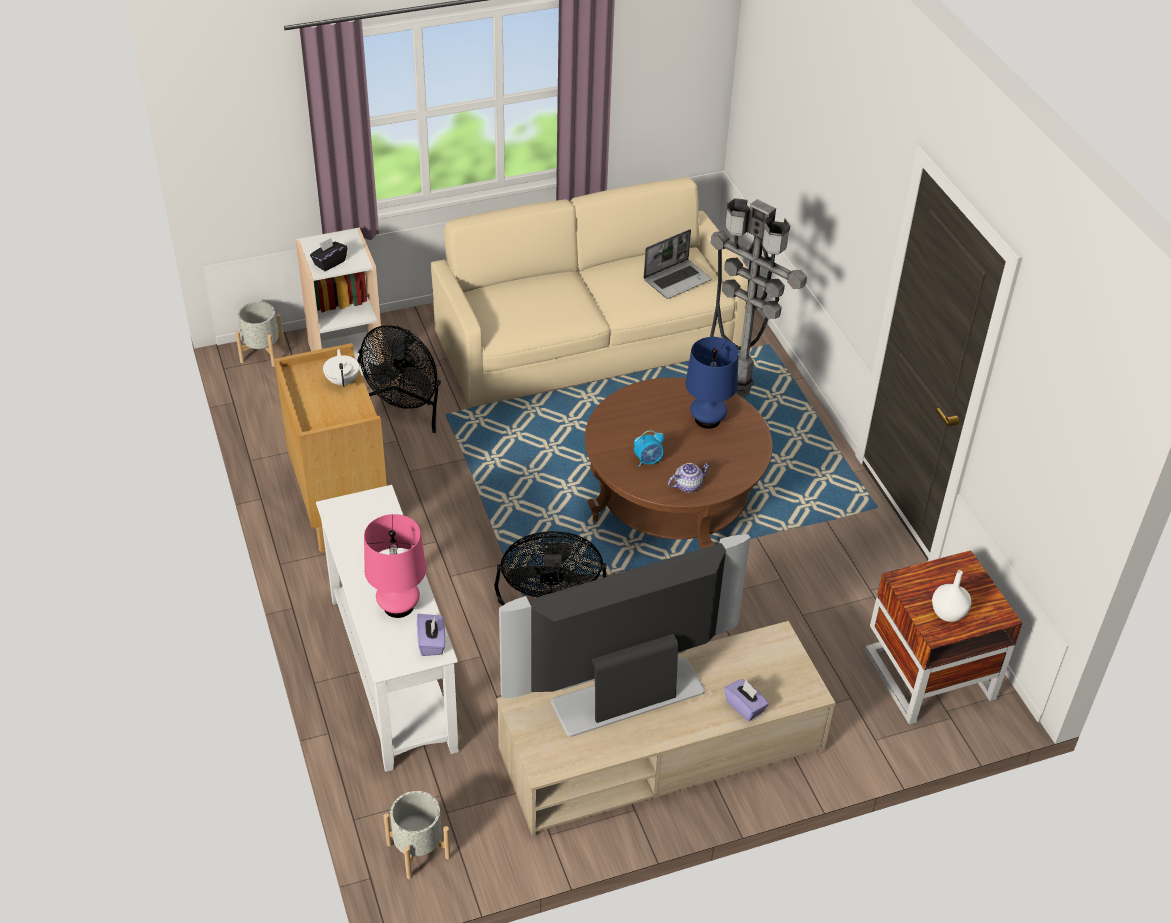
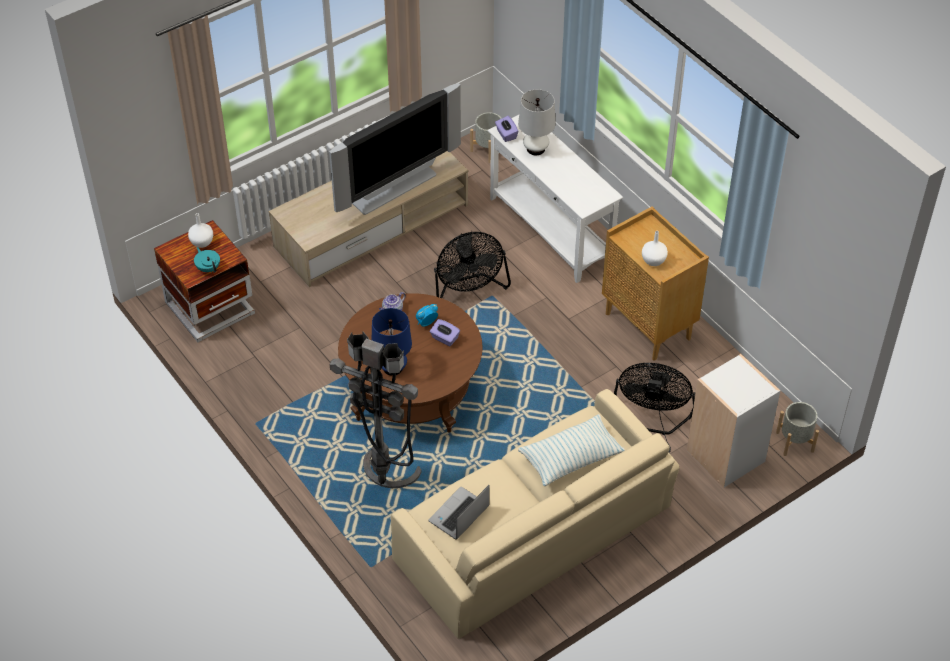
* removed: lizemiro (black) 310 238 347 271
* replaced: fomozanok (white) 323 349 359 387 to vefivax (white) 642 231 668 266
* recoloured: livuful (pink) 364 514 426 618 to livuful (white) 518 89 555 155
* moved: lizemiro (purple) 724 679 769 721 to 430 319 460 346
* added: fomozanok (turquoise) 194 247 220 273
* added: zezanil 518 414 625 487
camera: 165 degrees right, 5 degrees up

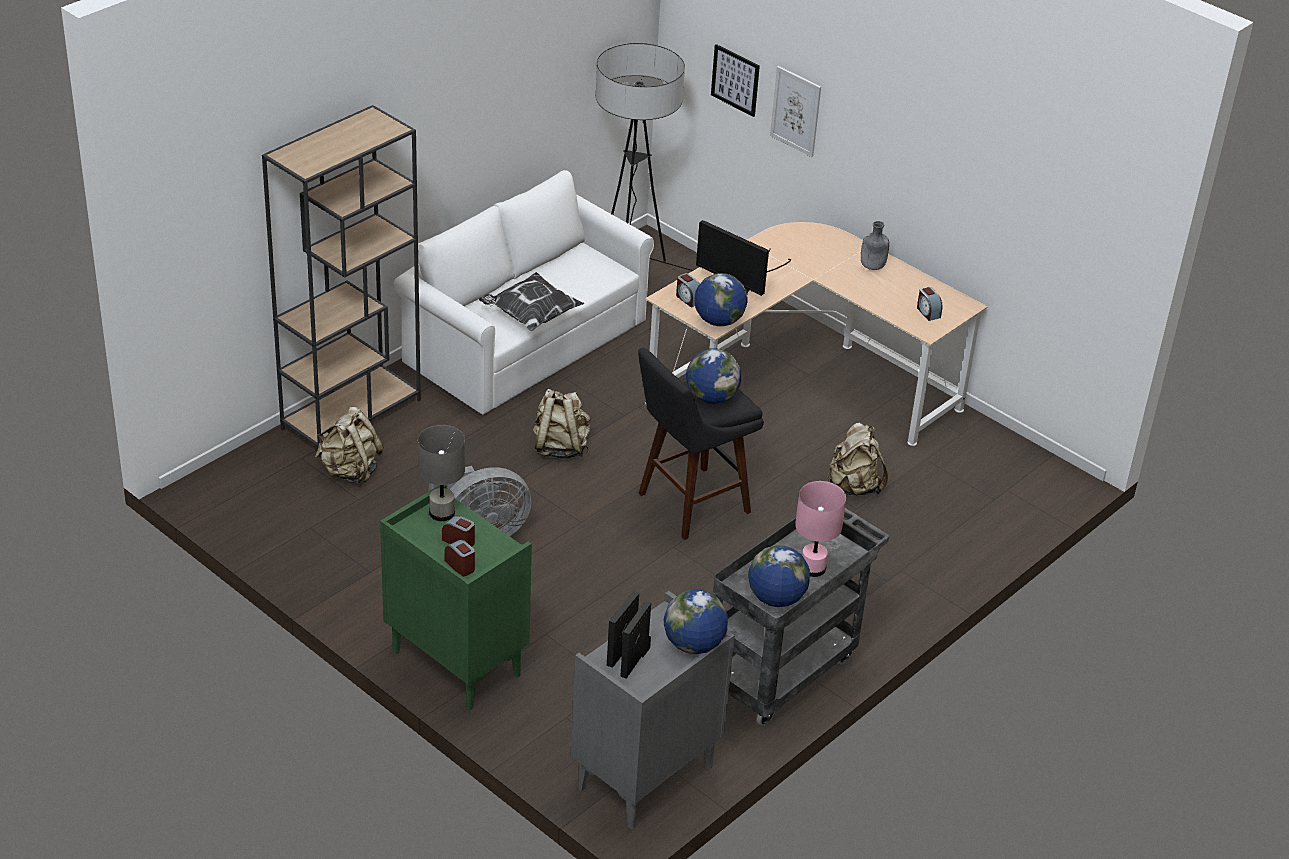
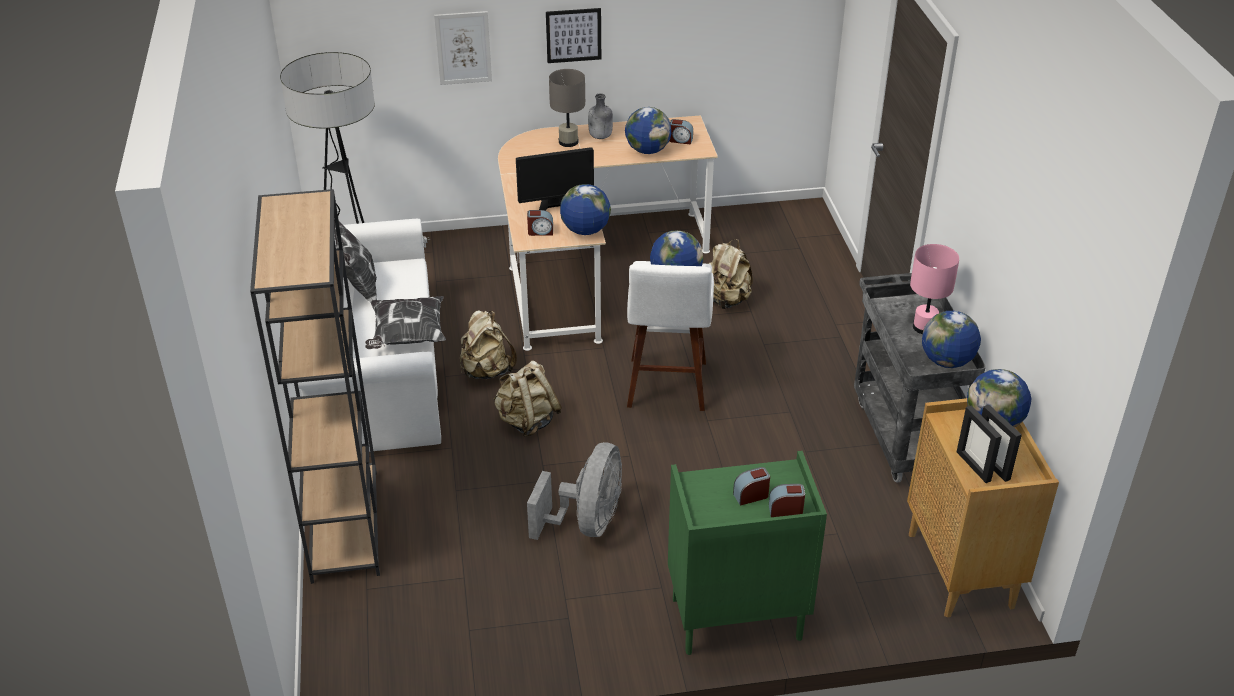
* moved: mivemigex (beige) 315 407 384 485 to 460 310 517 379
* moved: livuful (grey) 418 425 465 521 to 549 69 585 147
* recoloured: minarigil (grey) 571 590 735 829 to minarigil (brown) 907 398 1059 617
* recoloured: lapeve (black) 638 348 764 540 to lapeve (white) 627 261 714 411
* moved: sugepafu 711 44 760 117 to 546 8 601 63
* added: zezanil 334 219 377 303
* added: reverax 625 107 671 154
camera: 50 degrees left, 0 degrees up

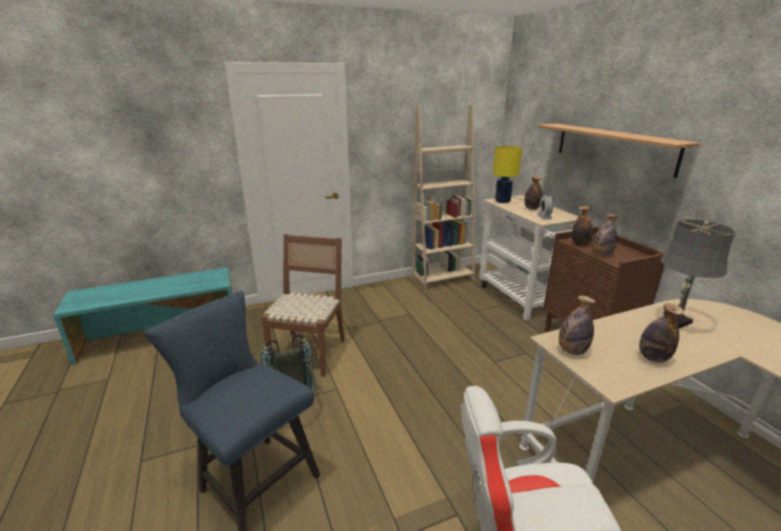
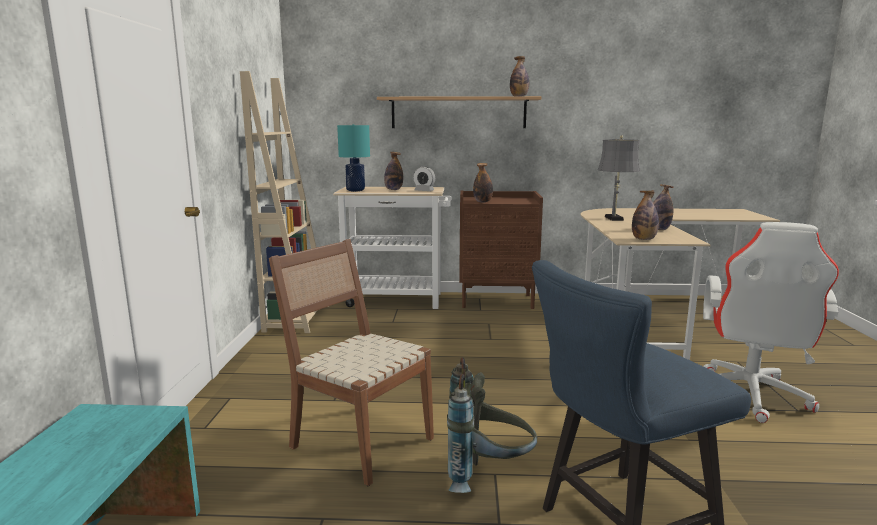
* recoloured: livuful (yellow) 493 146 522 203 to livuful (turquoise) 337 124 370 192
* moved: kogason 592 214 618 256 to 510 56 529 96
camera: 65 degrees left, 10 degrees down

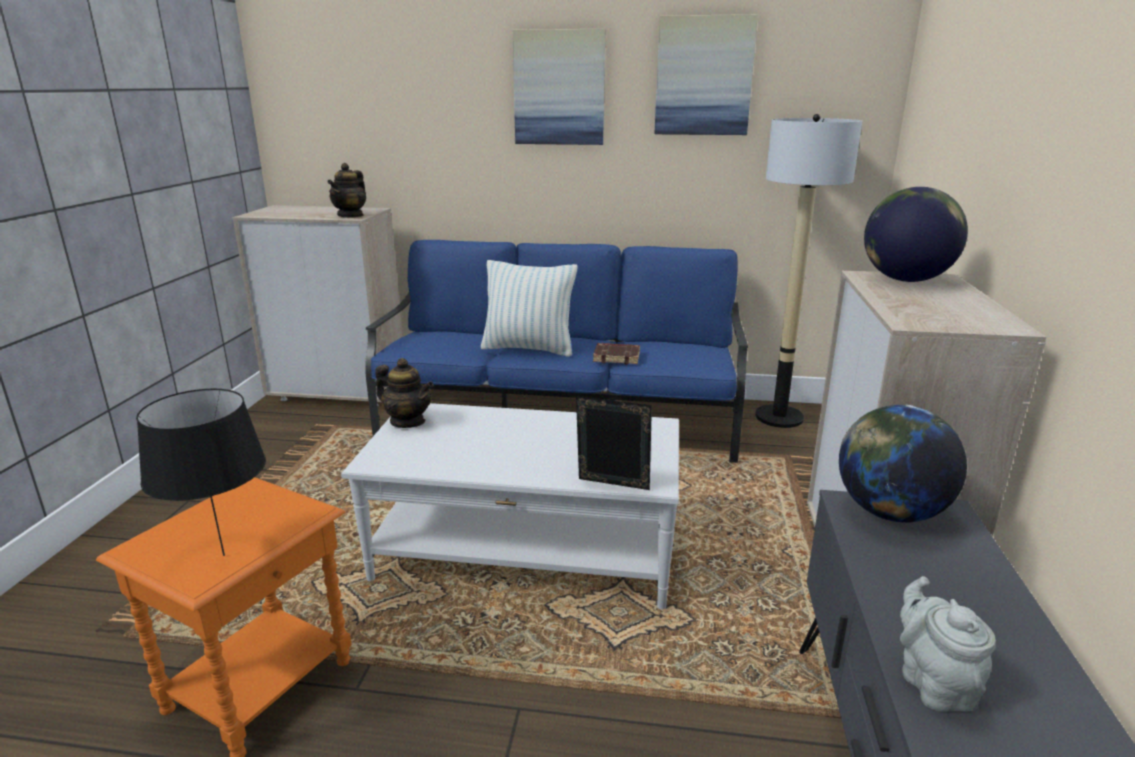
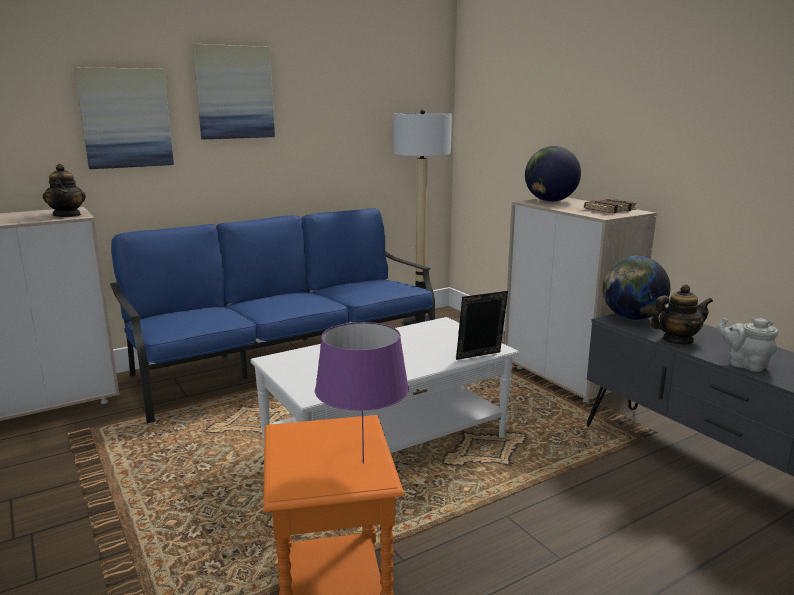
* recoloured: livuful (black) 136 389 266 556 to livuful (purple) 315 322 409 464
* moved: fomozanok 375 358 433 428 to 650 285 713 344
* removed: zezanil 481 260 577 357
* moved: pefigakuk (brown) 593 343 640 365 to 584 199 637 213
* moved: sugepafu 654 14 758 135 to 74 67 174 169
camera: 40 degrees left, 5 degrees down

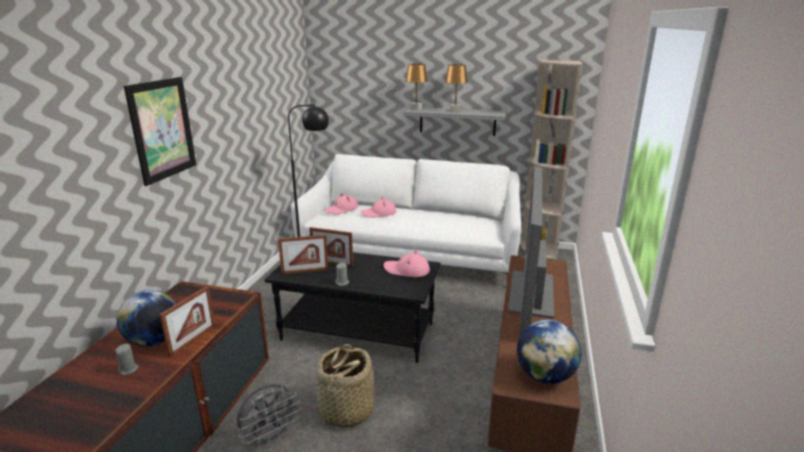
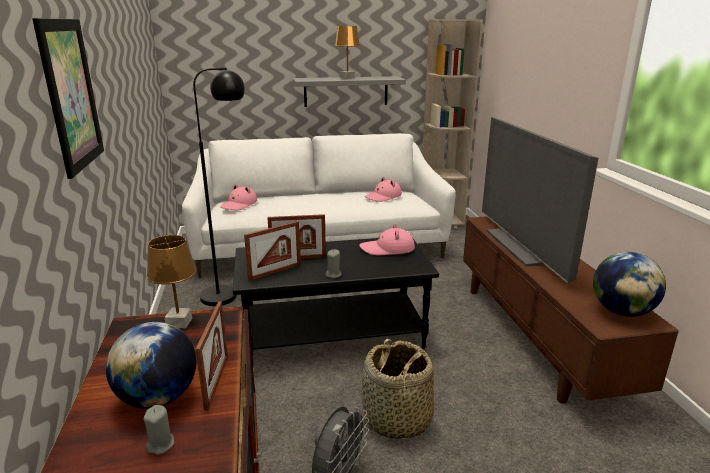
* moved: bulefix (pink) 360 196 397 218 to 364 177 402 202
* moved: livuful (brown) 405 64 428 110 to 147 235 196 328
camera: 25 degrees left, 0 degrees up

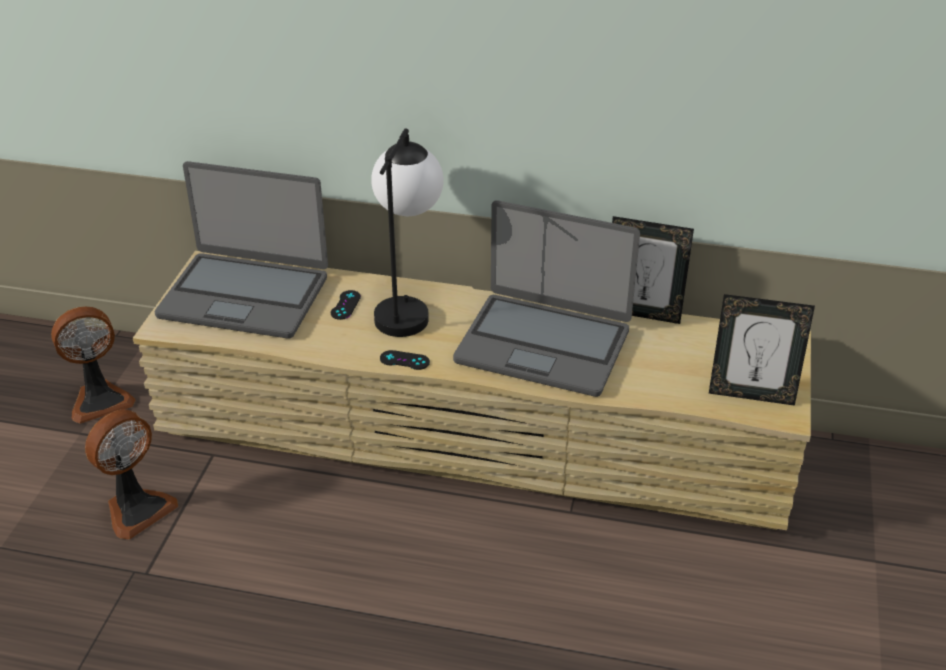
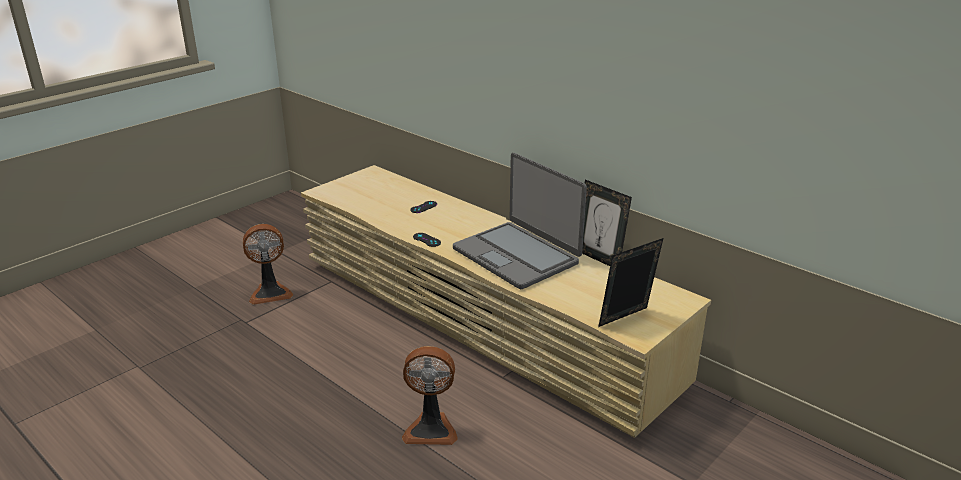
* moved: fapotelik 51 307 135 424 to 402 346 458 445
* removed: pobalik 155 161 328 339
* removed: livuful 371 129 444 337
* turned: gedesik 709 294 815 406 = 598 238 663 327 105 degrees clockwise
camera: 30 degrees right, 10 degrees down

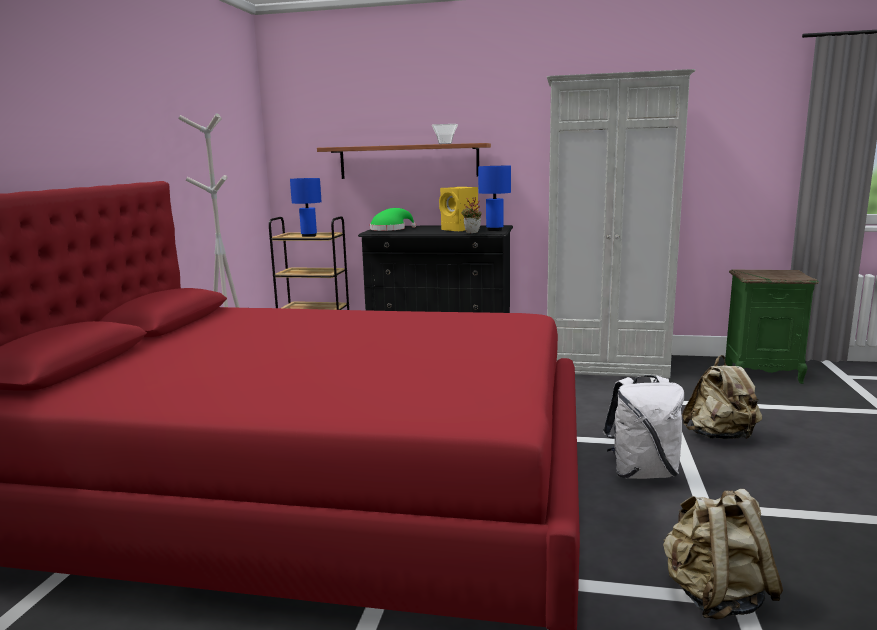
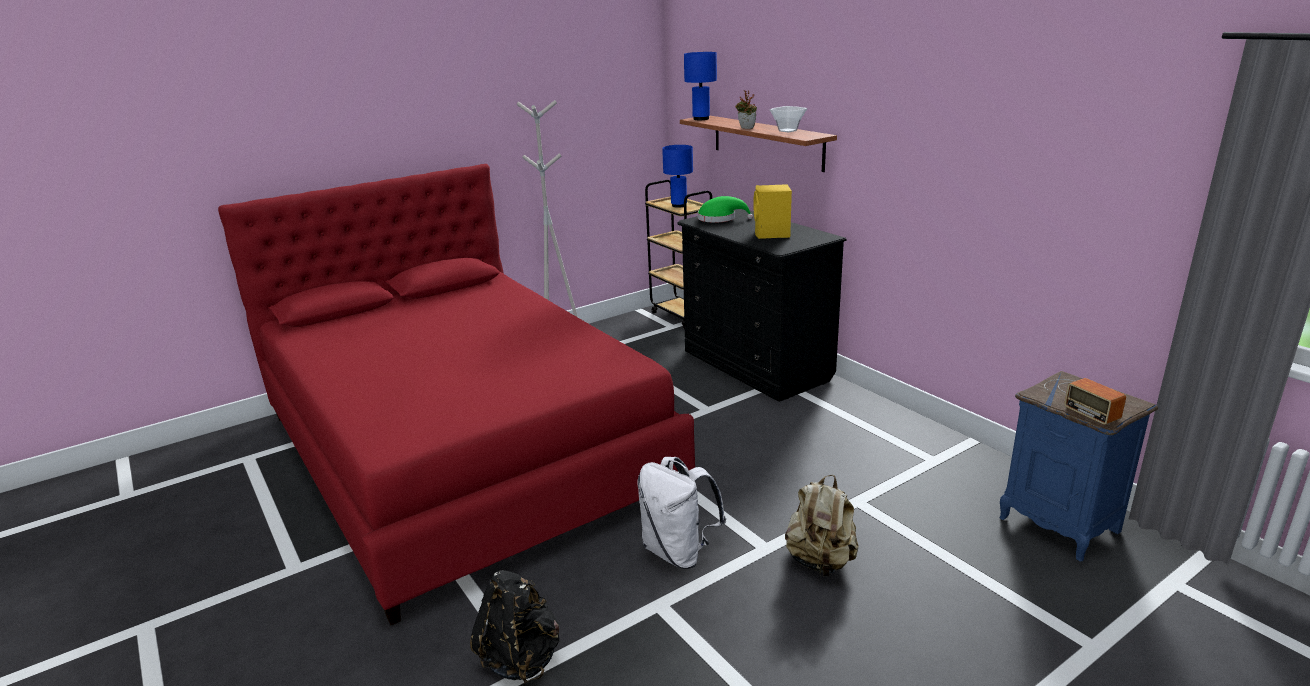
* moved: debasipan 461 197 482 233 to 735 90 757 129
* moved: livuful (blue) 478 166 511 231 to 684 52 717 120
* removed: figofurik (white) 547 69 696 378
* recoloured: mivemigex (beige) 663 489 783 620 to mivemigex (black) 470 570 559 684
* recoloured: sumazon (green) 725 270 819 384 to sumazon (blue) 999 371 1158 562
* added: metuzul 1044 378 1126 425
camera: 45 degrees right, 10 degrees up

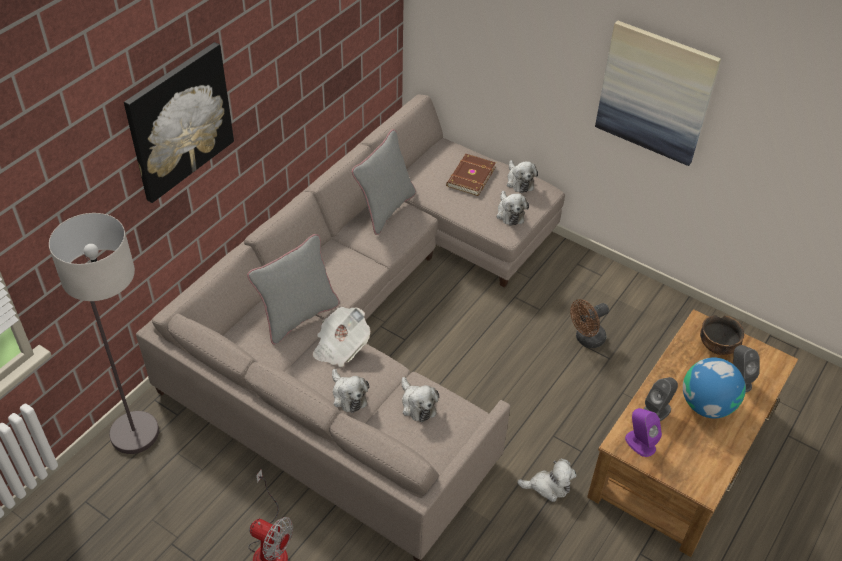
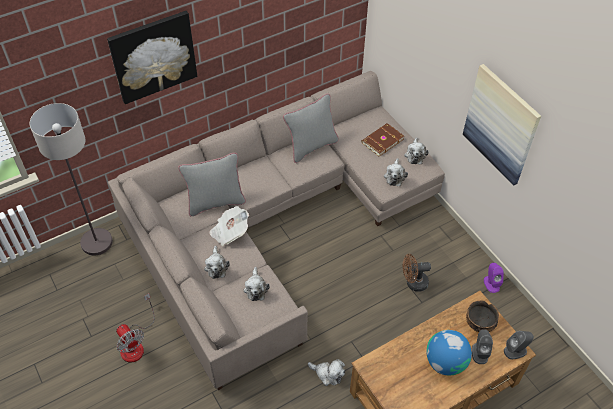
* moved: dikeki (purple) 625 408 662 457 to 484 263 504 293
* moved: dikeki (grey) 644 377 678 421 to 504 331 534 359
camera: 25 degrees right, 5 degrees up

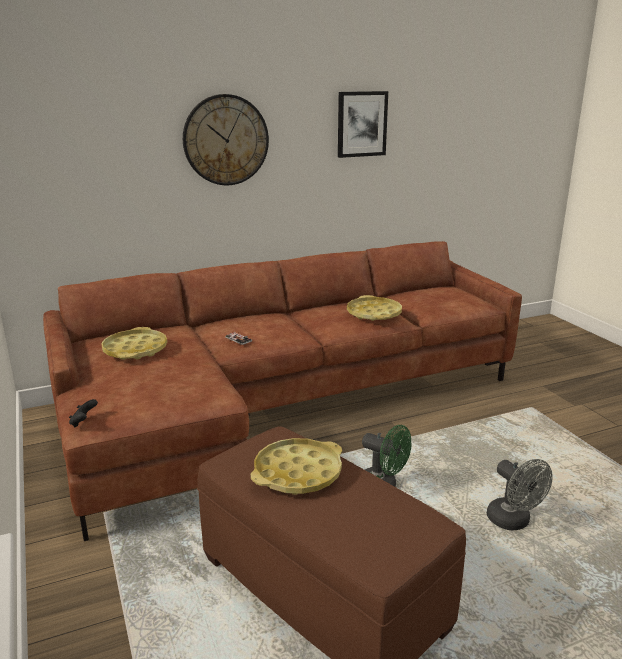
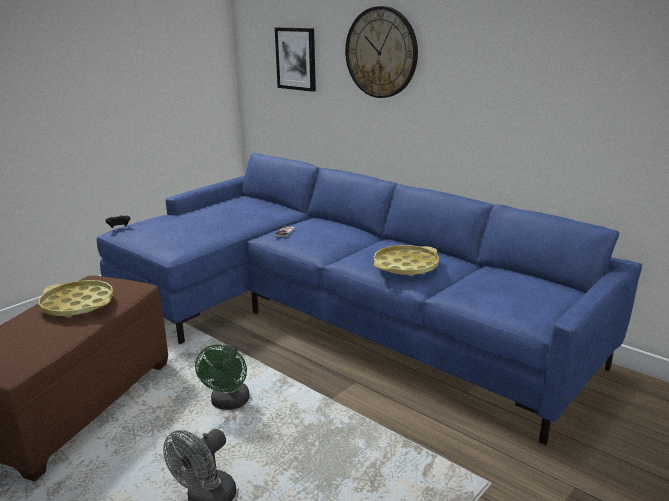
* recoloured: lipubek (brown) 43 241 522 541 to lipubek (blue) 97 153 642 445
* removed: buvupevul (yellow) 101 327 167 360
* moved: sugepafu 338 91 388 158 to 275 27 316 92
camera: 65 degrees right, 0 degrees up

